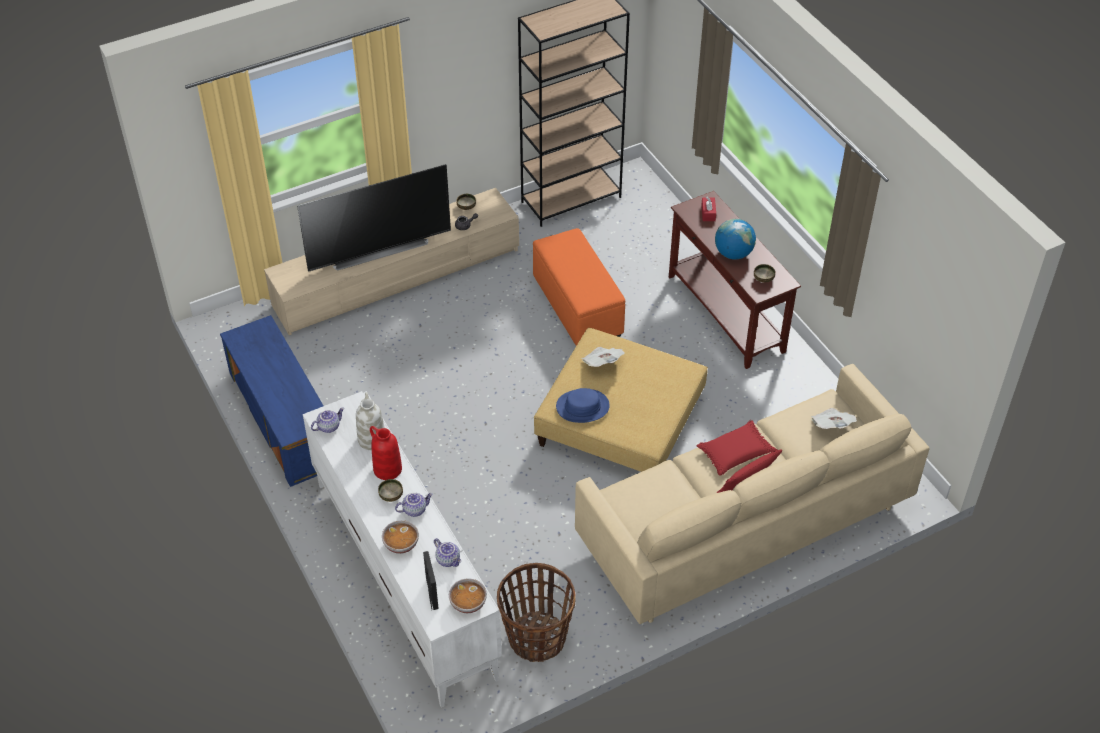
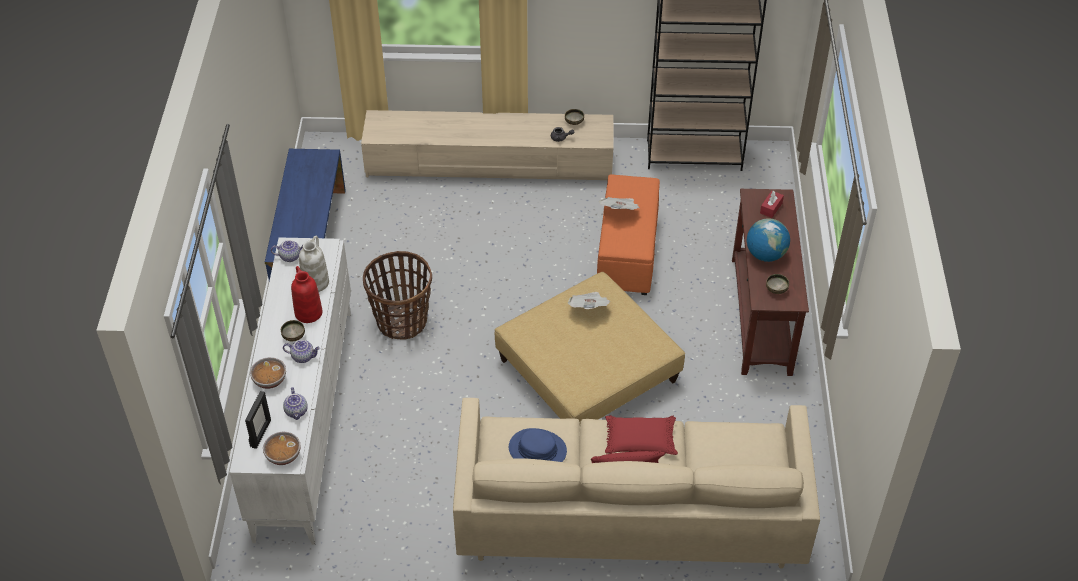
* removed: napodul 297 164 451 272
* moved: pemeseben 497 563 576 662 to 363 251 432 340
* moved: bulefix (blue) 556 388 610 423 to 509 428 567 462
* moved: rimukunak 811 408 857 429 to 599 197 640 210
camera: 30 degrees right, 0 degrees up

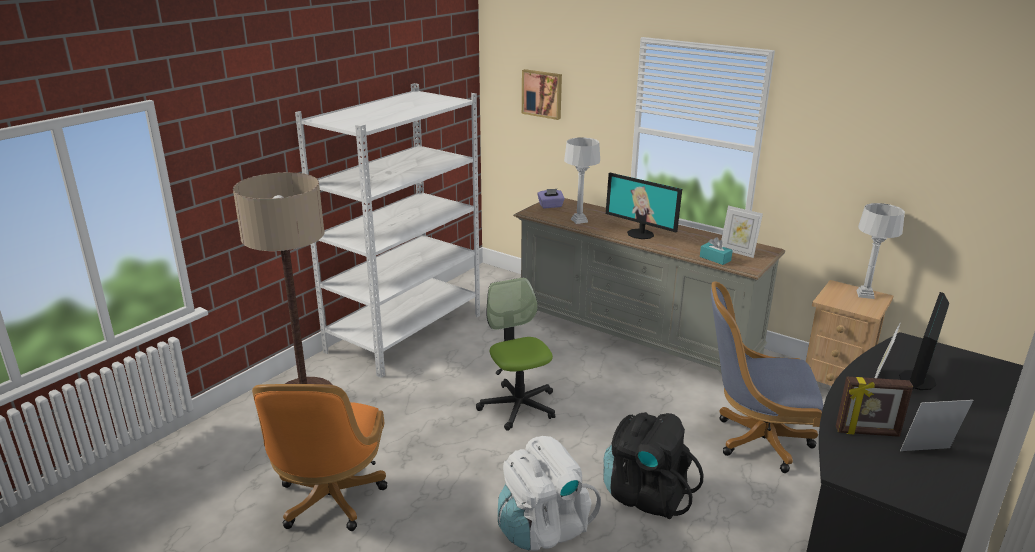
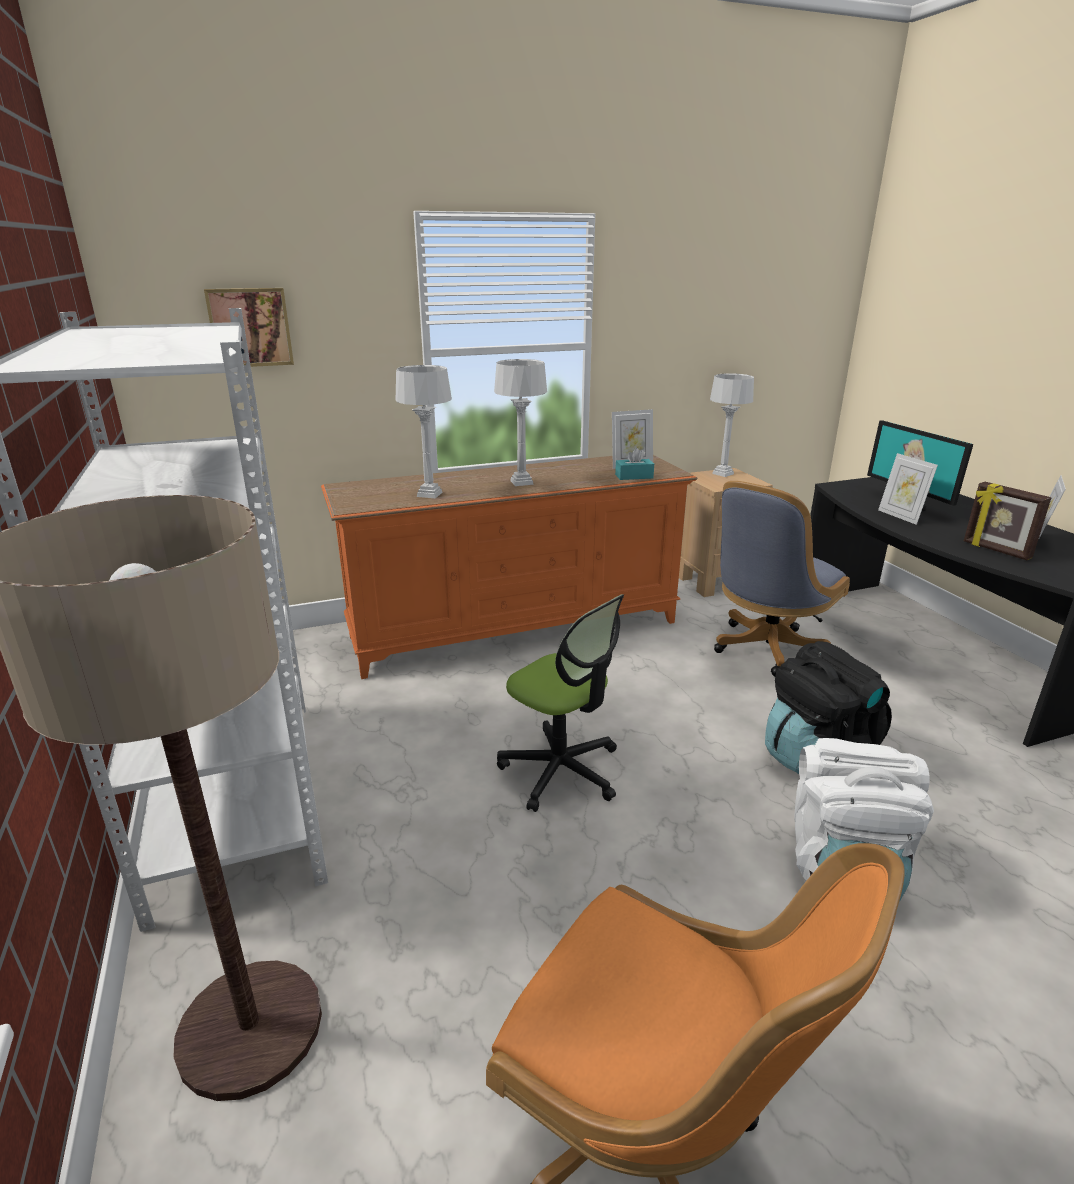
* turned: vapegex 476 277 555 431 = 497 594 624 812 150 degrees counterclockwise
* recoloured: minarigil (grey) 513 198 785 374 to minarigil (orange) 321 455 698 679
* removed: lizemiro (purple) 537 189 565 208
* replaced: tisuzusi 606 173 682 239 to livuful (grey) 494 359 547 486
* turned: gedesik 836 377 913 437 = 964 482 1051 560 105 degrees clockwise
camera: 55 degrees left, 0 degrees up

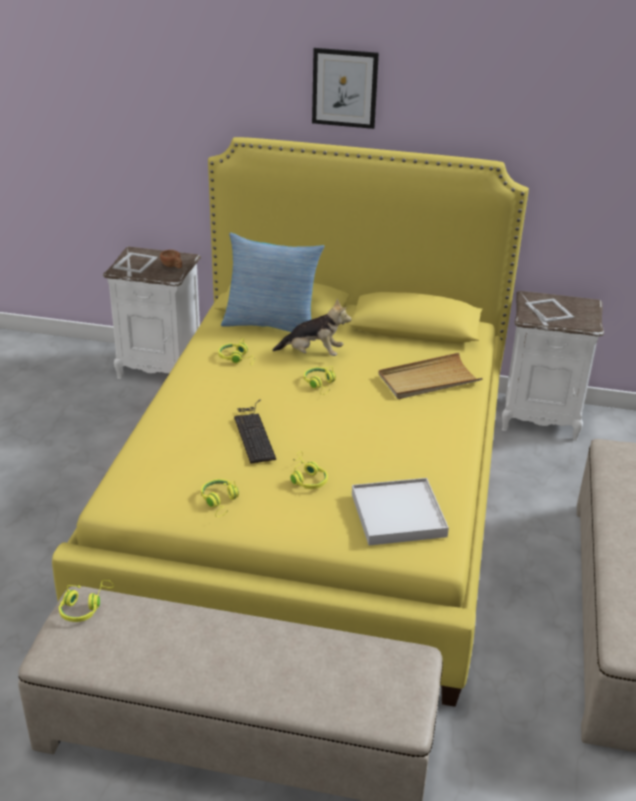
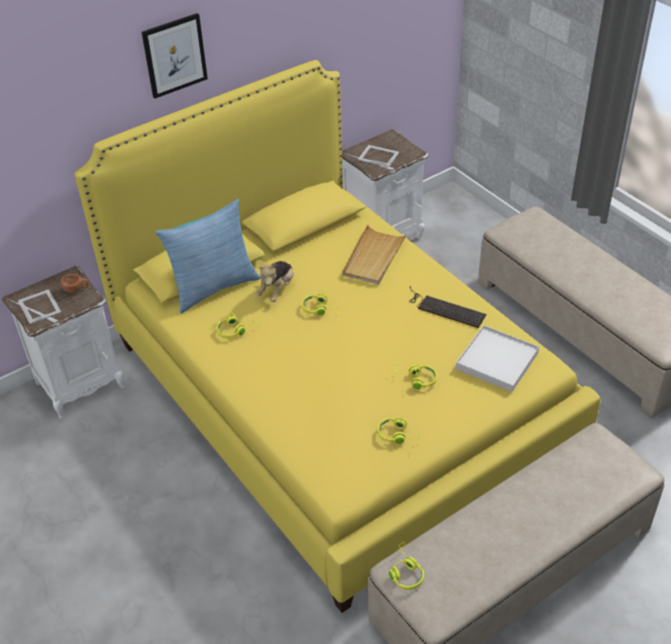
* moved: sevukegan 234 399 276 464 to 409 286 486 328
* turned: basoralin 272 299 352 356 = 256 261 294 302 150 degrees clockwise
camera: 45 degrees left, 10 degrees up

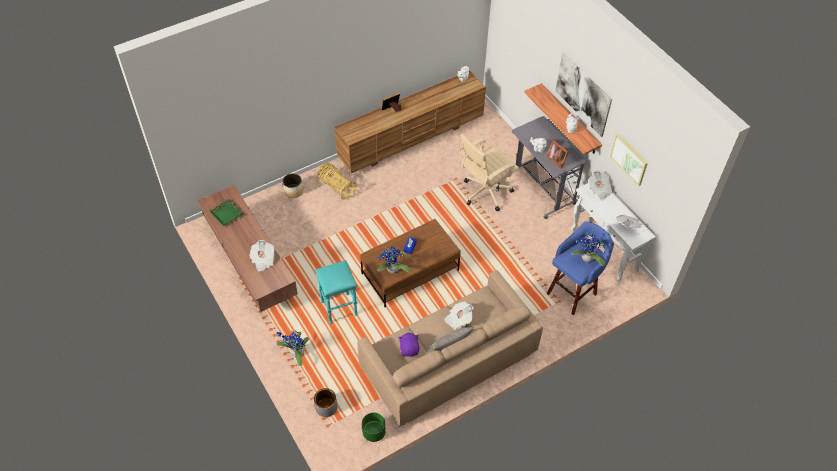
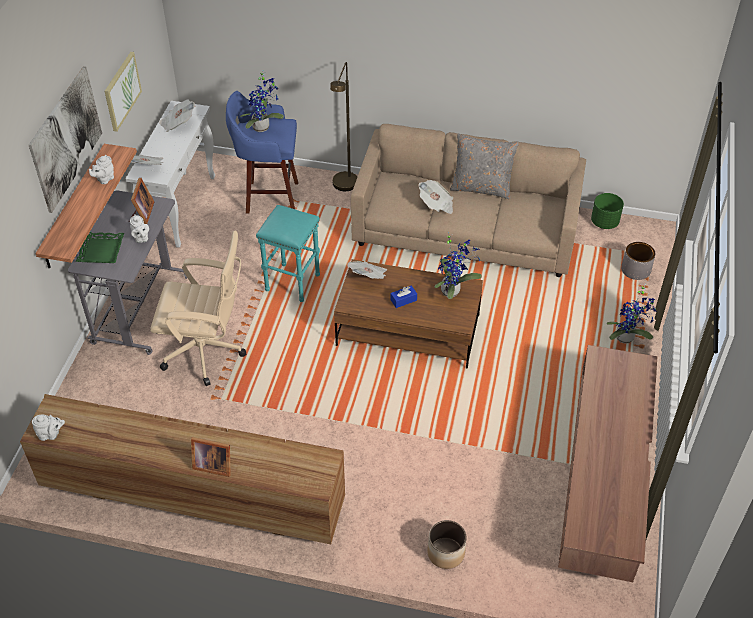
* moved: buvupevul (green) 209 199 243 227 to 76 232 124 263
* moved: rimukunak 249 240 275 272 to 347 261 387 279
* moved: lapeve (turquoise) 315 260 358 324 to 256 205 320 302
* removed: pemeseben 317 163 356 199
* removed: basoralin (purple) 399 333 419 357
* added: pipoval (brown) 330 62 357 191
camera: 135 degrees left, 5 degrees down

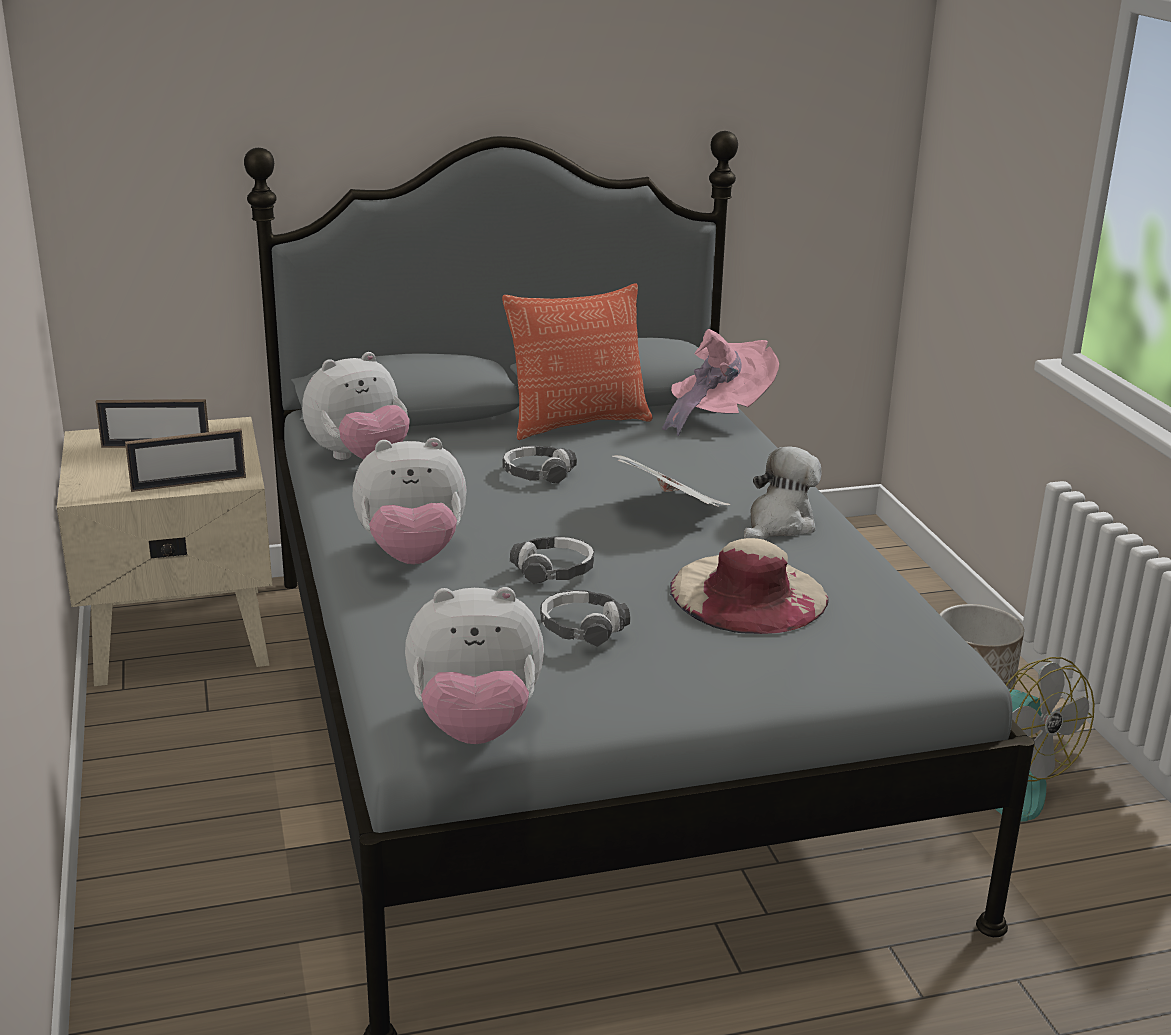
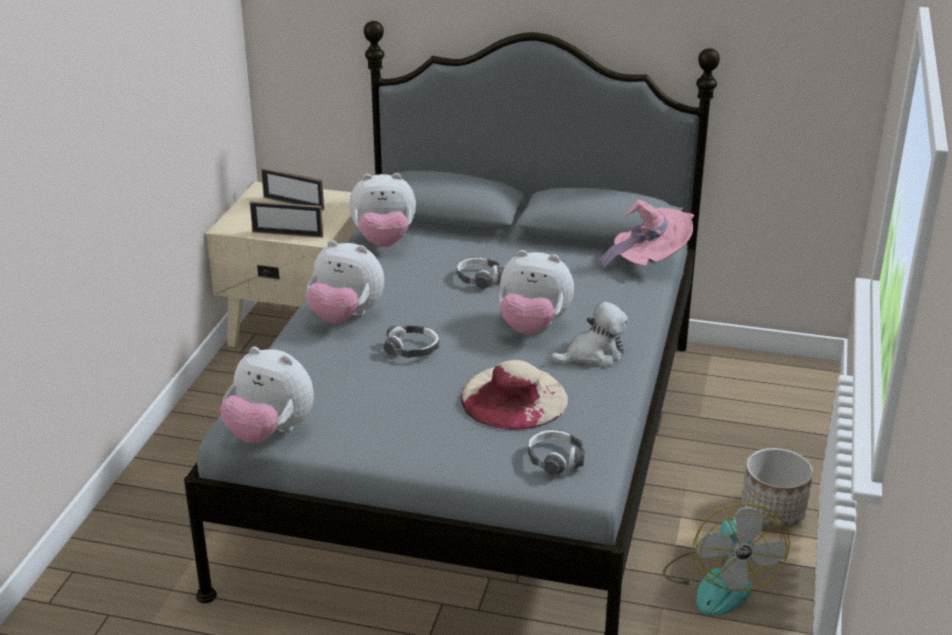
* removed: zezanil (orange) 502 284 652 440
* moved: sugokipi 540 590 630 647 to 528 430 585 476
* replaced: rimukunak 612 455 730 507 to basoralin 499 250 574 335
camera: 30 degrees right, 5 degrees up

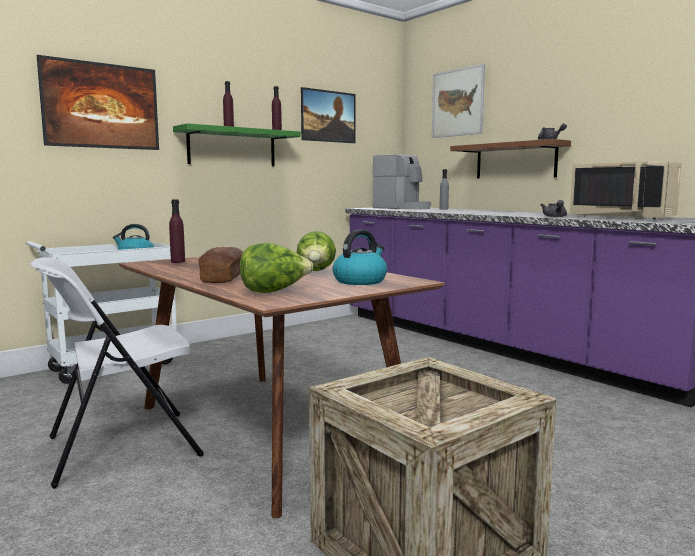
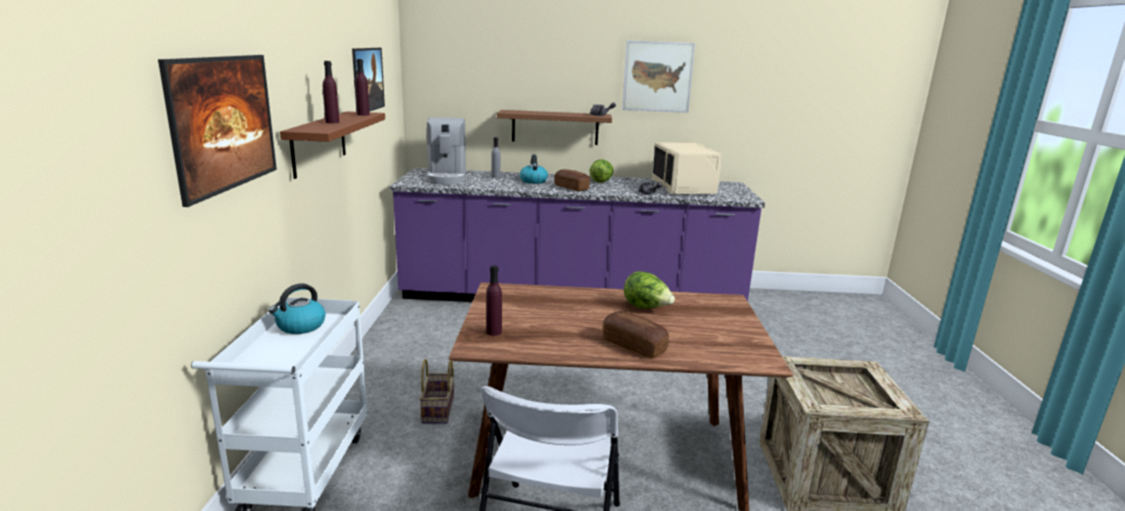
* recoloured: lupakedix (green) 173 123 301 166 to lupakedix (brown) 280 111 385 179
* moved: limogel 240 243 313 293 to 589 159 614 183
* moved: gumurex 332 230 387 285 to 520 154 548 184
* turned: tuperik 373 154 431 209 = 427 117 466 185 90 degrees clockwise
* moved: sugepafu 432 64 485 138 to 622 40 695 113
* turned: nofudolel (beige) 570 161 682 220 = 652 142 722 194 90 degrees clockwise
* added: pemeseben 419 359 454 424
* added: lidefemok 554 169 590 191
camera: 50 degrees left, 10 degrees up

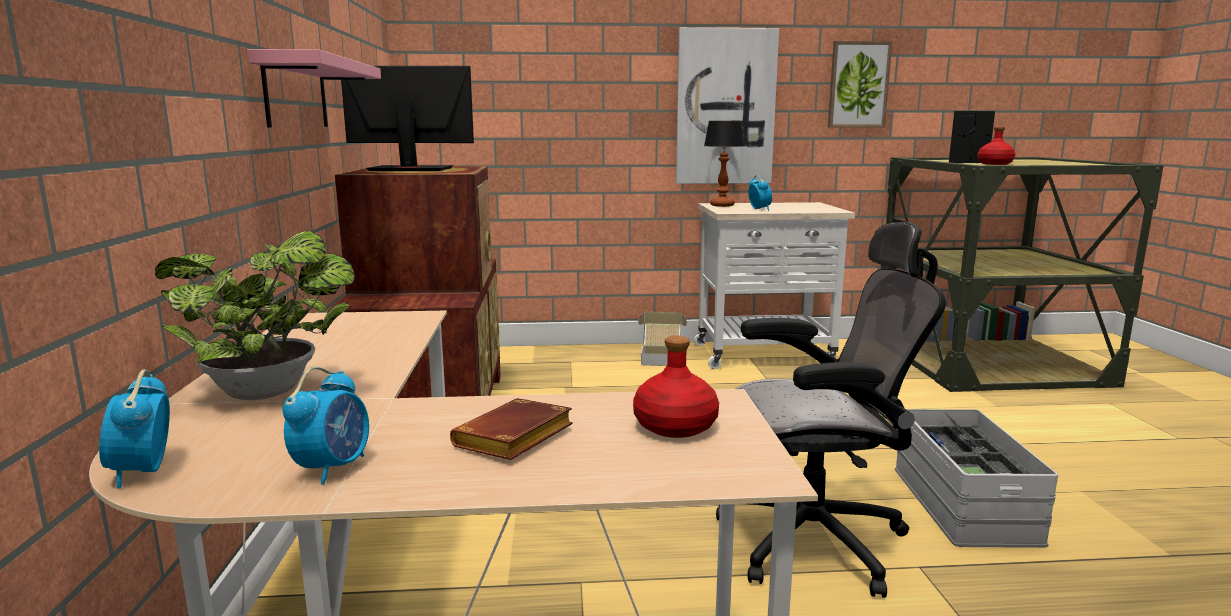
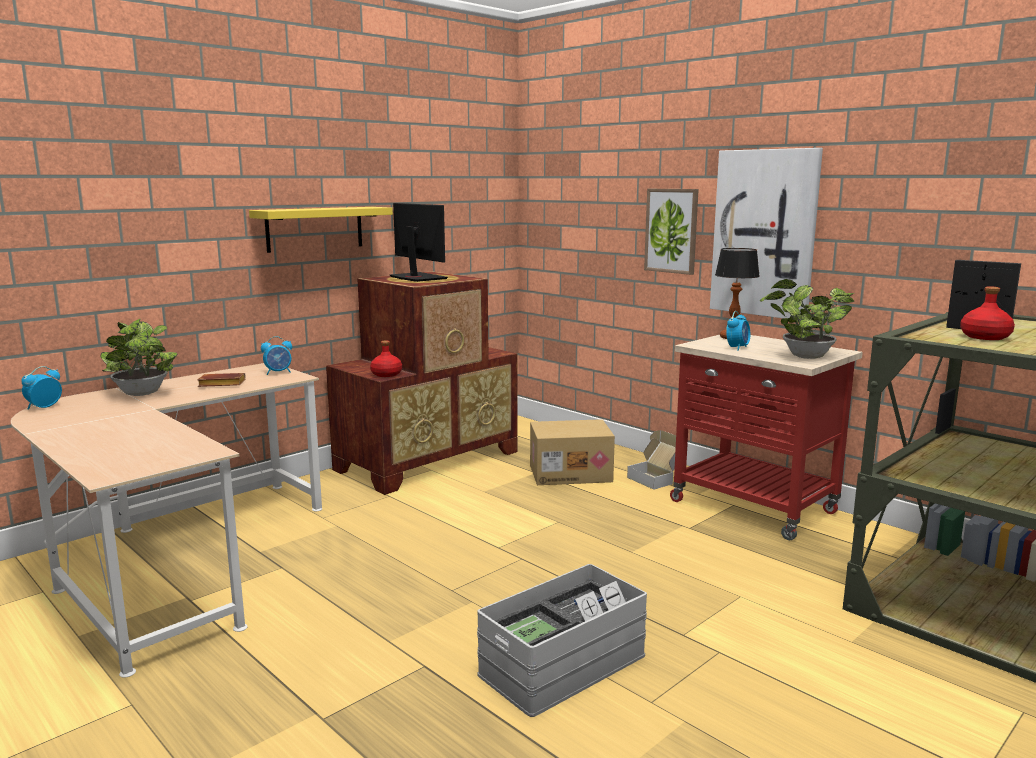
* recoloured: lupakedix (pink) 248 49 381 127 to lupakedix (yellow) 249 207 393 253
* moved: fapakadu 283 367 369 485 to 261 336 292 375
* moved: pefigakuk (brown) 450 398 573 460 to 197 373 246 387
* moved: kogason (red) 633 335 719 438 to 370 340 402 377
* recoloured: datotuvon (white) 694 202 855 369 to datotuvon (red) 670 335 863 540
* removed: vapegex 716 222 946 598
* moved: sugepafu 828 41 893 127 to 644 189 699 275
* added: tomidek 530 419 615 485
* added: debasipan 760 279 855 359
camera: 50 degrees right, 0 degrees up

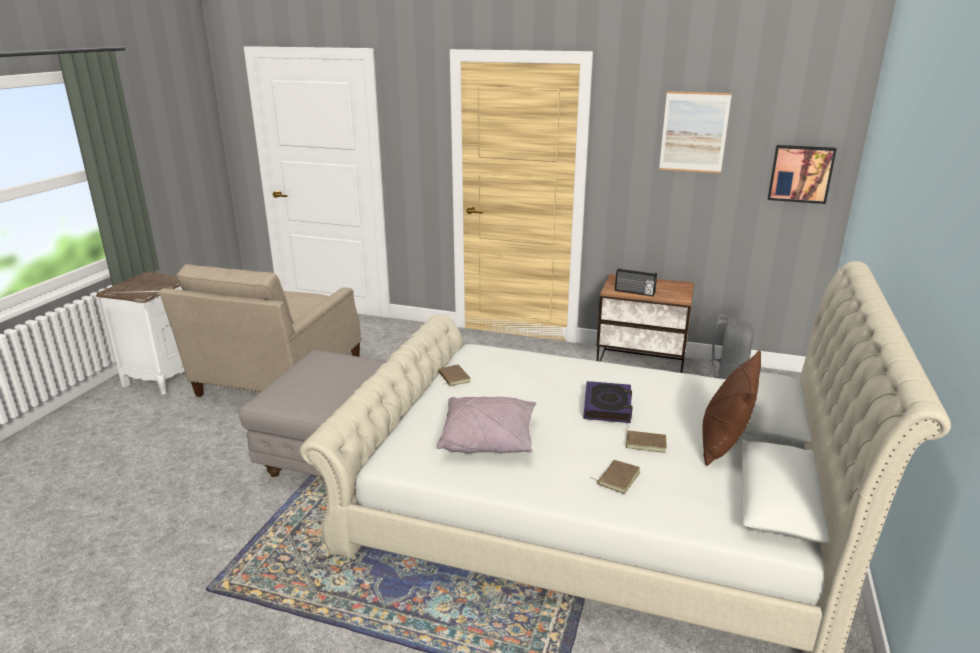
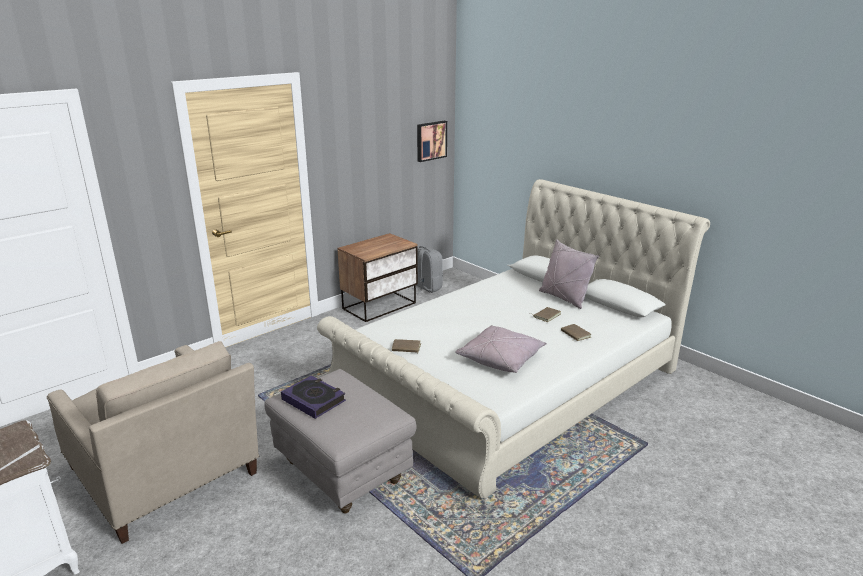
* moved: pefigakuk 583 381 632 423 to 281 375 346 419
* removed: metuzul 615 268 657 297
* removed: sugepafu 659 91 732 173
* recoloured: zezanil (brown) 702 350 761 466 to zezanil (purple) 539 239 599 309
camera: 60 degrees left, 0 degrees up

